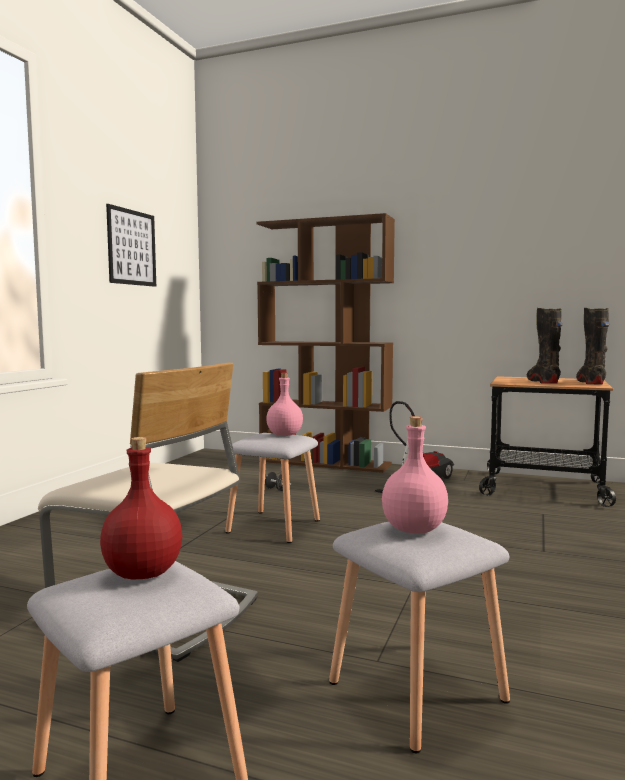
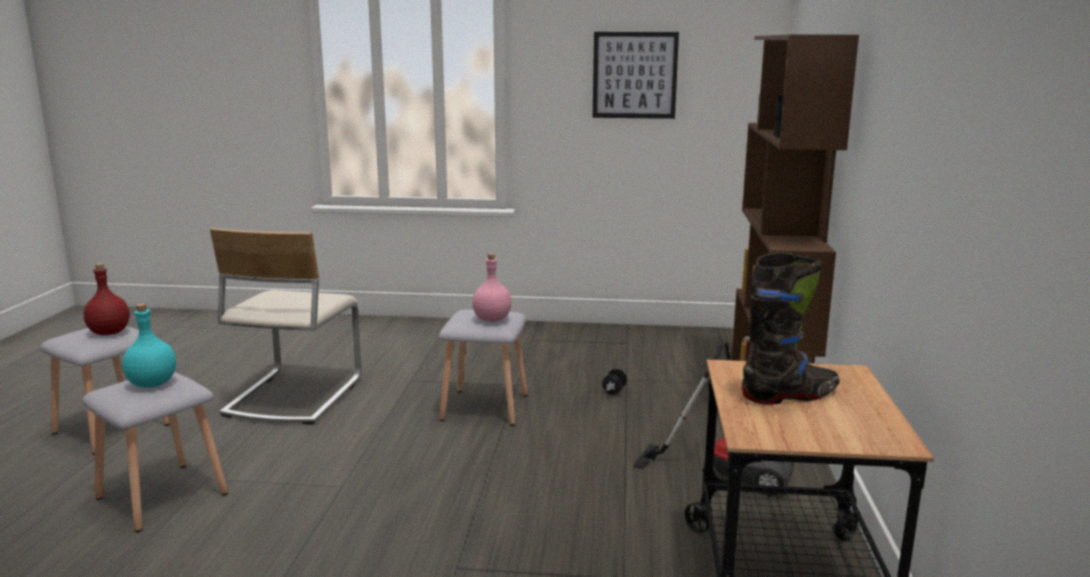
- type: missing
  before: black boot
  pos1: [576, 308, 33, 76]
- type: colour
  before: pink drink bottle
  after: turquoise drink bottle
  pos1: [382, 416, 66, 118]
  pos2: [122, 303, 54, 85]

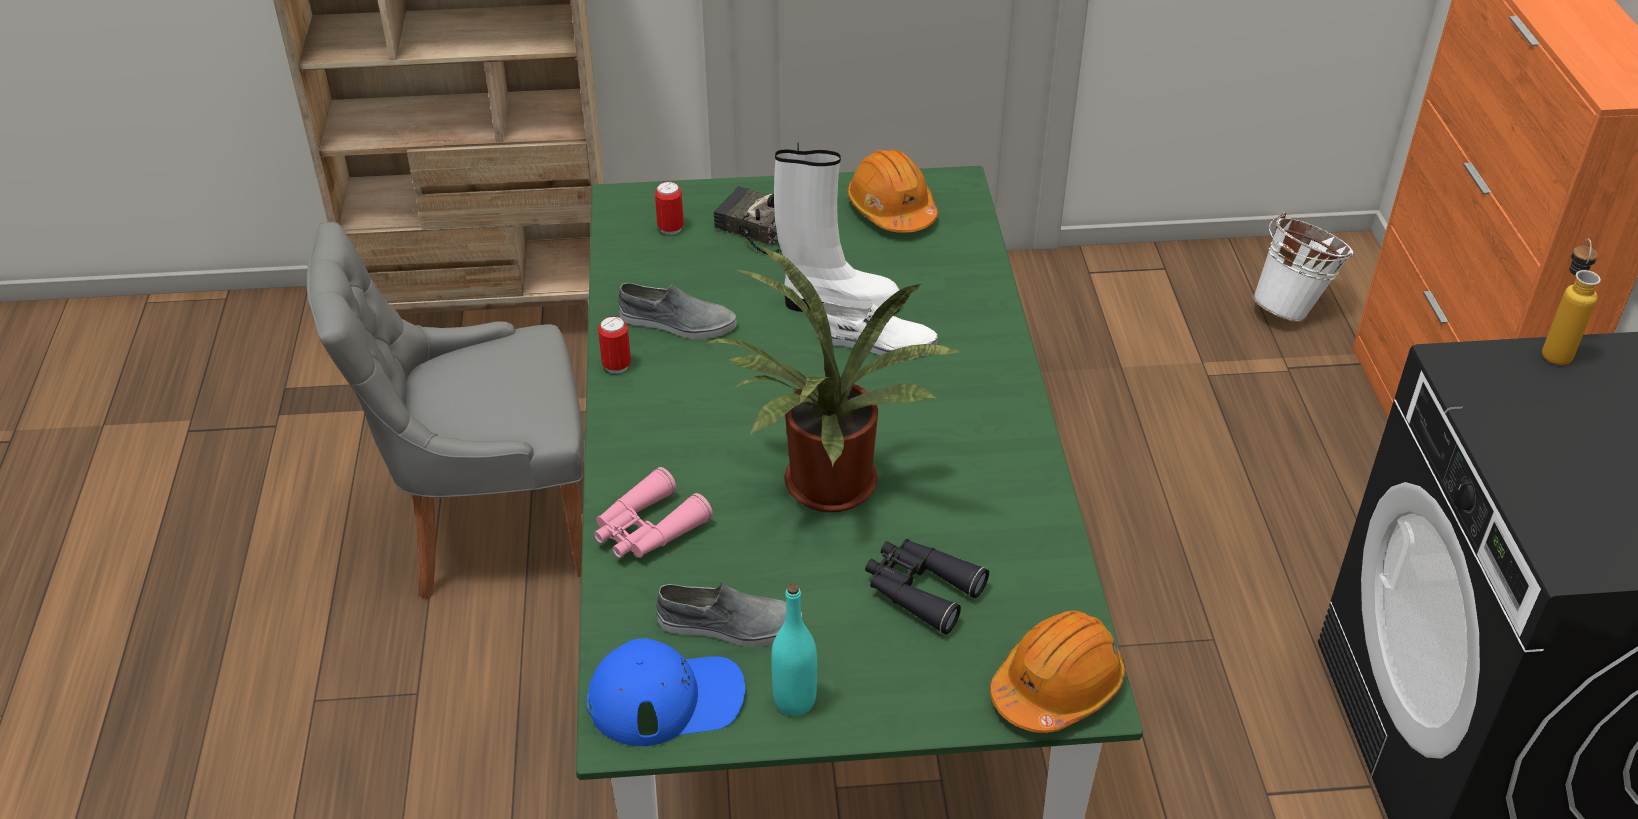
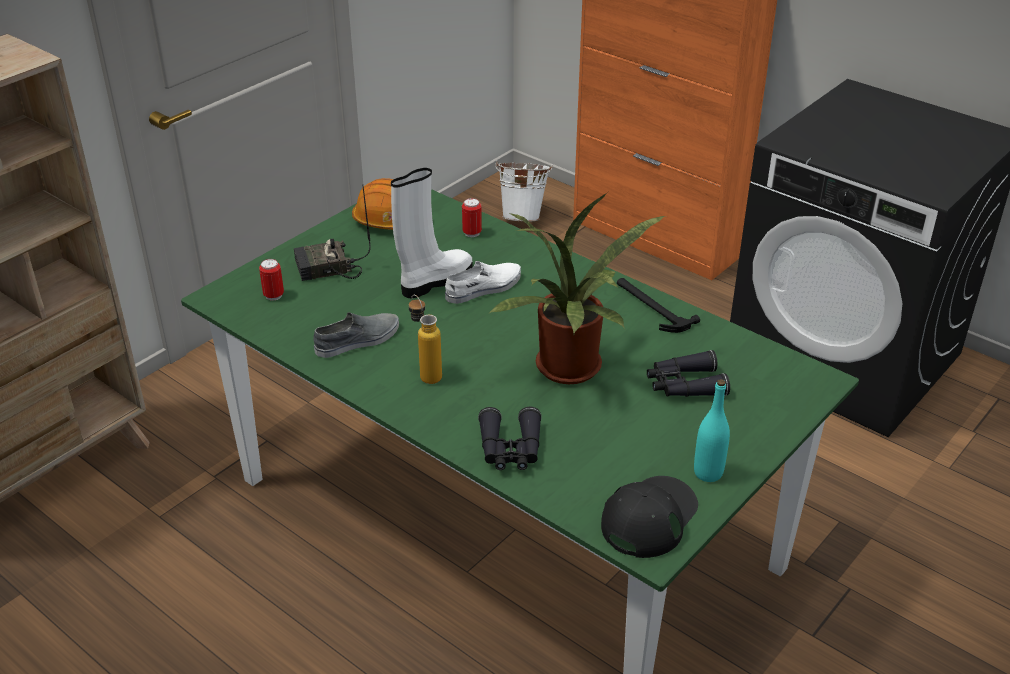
- type: missing
  before: greyish upright chair
  pos1: [307, 222, 277, 377]
- type: missing
  before: greyish low shoe
  pos1: [656, 582, 146, 65]
- type: missing
  before: orangey safety helmet
  pos1: [990, 611, 136, 122]
- type: appeared
  after: tool hammer
  pos2: [617, 278, 83, 55]
- type: relocated
  before: metal can
  pos1: [598, 316, 33, 57]
  pos2: [462, 198, 20, 39]
- type: relocated
  before: drink bottle
  pos1: [1542, 238, 59, 127]
  pos2: [409, 295, 33, 89]
- type: colour
  before: bluish cap
  after: black cap
  pos1: [587, 638, 158, 108]
  pos2: [601, 476, 97, 82]
- type: colour
  before: pink field glasses
  after: black field glasses
  pos1: [594, 467, 119, 91]
  pos2: [478, 407, 64, 63]

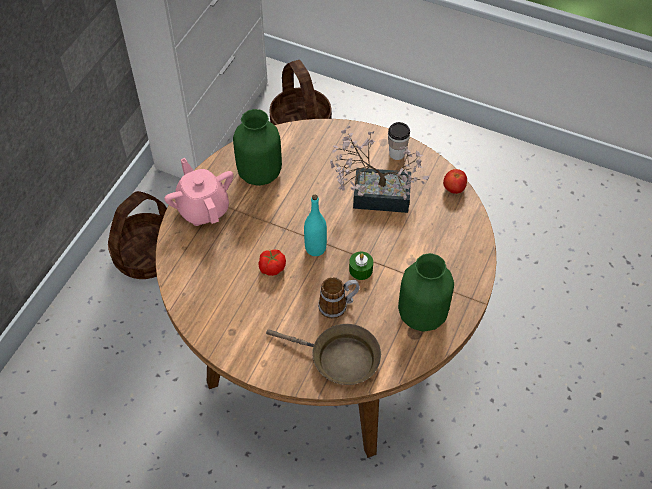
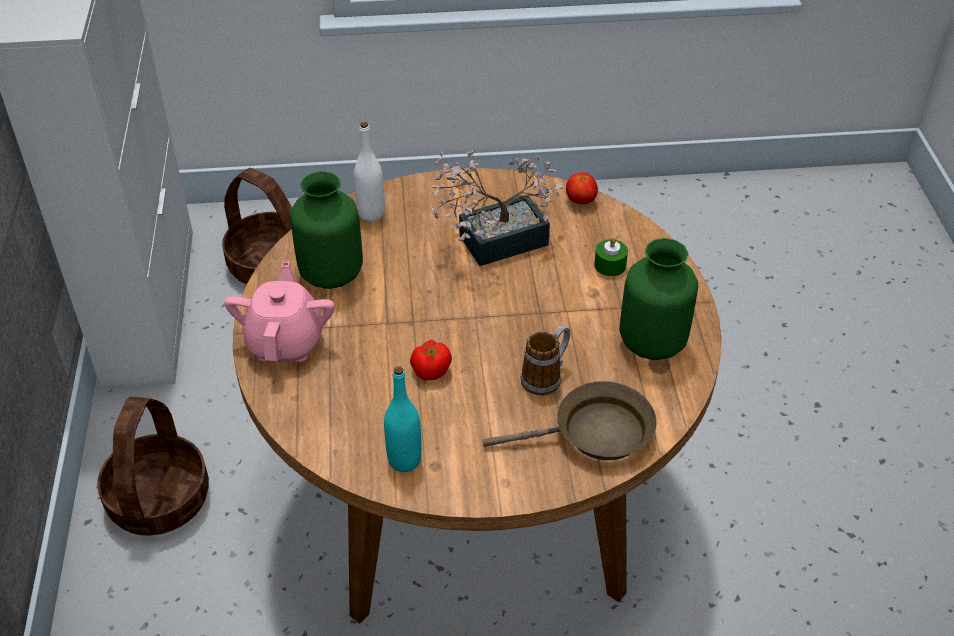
- type: missing
  before: cup
  pos1: [388, 122, 22, 38]
- type: appeared
  after: white-coloured drink bottle
  pos2: [354, 122, 31, 99]
- type: relocated
  before: turquoise drink bottle
  pos1: [304, 195, 23, 61]
  pos2: [384, 366, 38, 106]
- type: relocated
  before: green candle
  pos1: [349, 252, 24, 28]
  pos2: [594, 237, 34, 39]
- type: spun
  before: pink pot for tea
  pos1: [164, 158, 70, 68]
  pos2: [224, 262, 111, 100]
  turn: 60

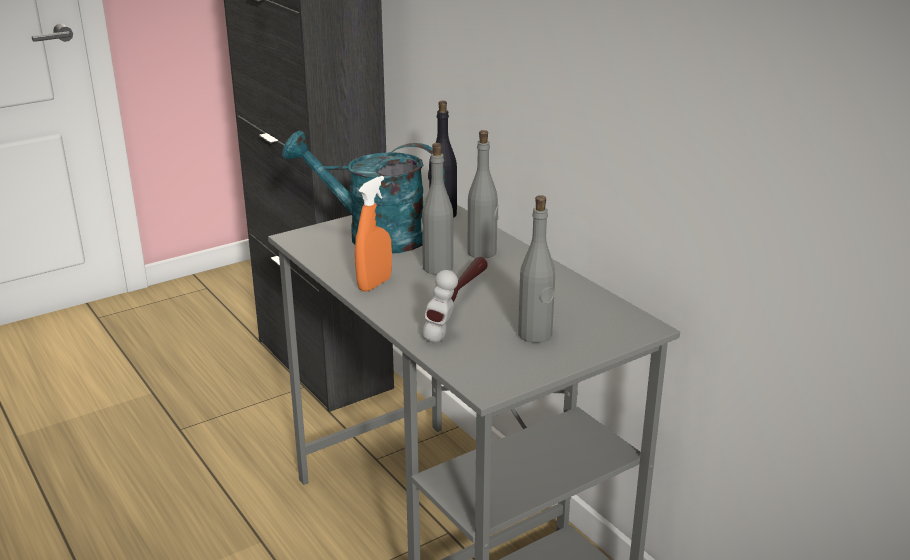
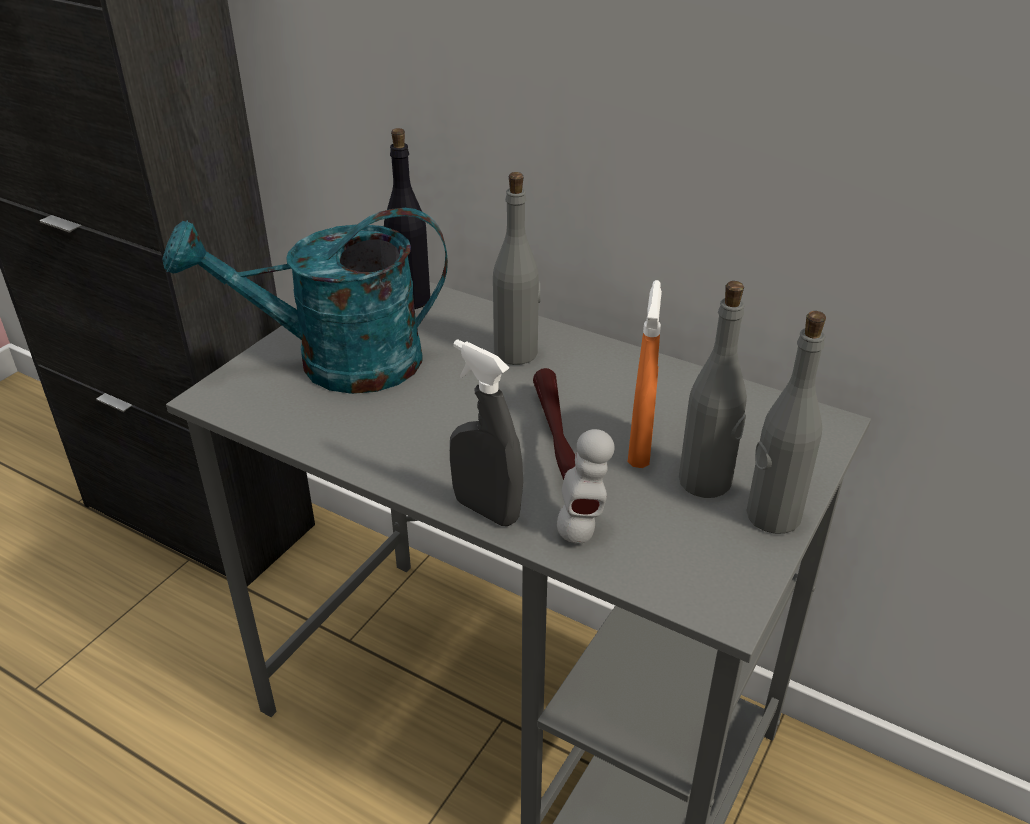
- type: appeared
  after: greyish spray bottle
  pos2: [450, 339, 73, 187]
- type: relocated
  before: orangey spray bottle
  pos1: [355, 176, 37, 116]
  pos2: [628, 280, 34, 188]
- type: relocated
  before: greyish drink bottle
  pos1: [421, 143, 32, 132]
  pos2: [746, 311, 80, 223]

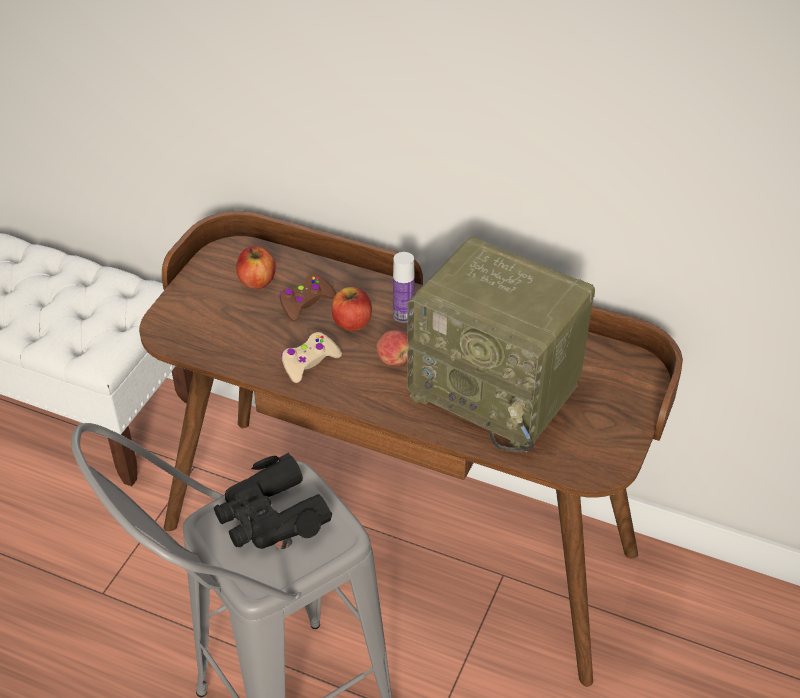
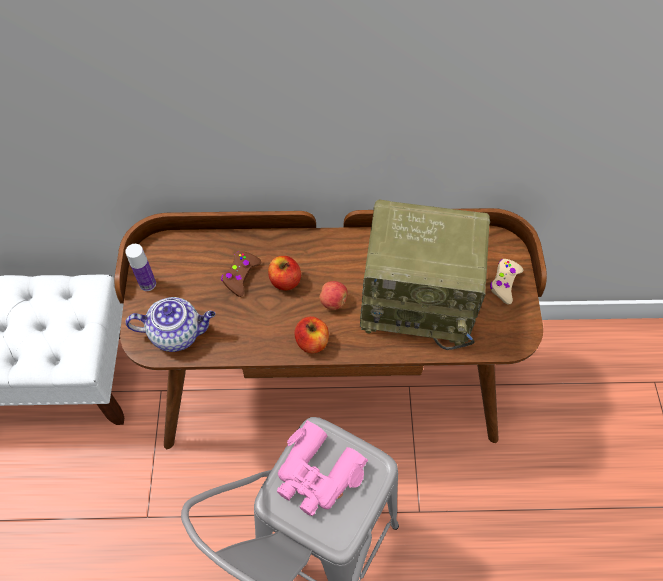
- type: appeared
  after: pot for tea
  pos2: [125, 297, 90, 55]
- type: relocated
  before: apple fruit
  pos1: [236, 246, 40, 43]
  pos2: [294, 316, 35, 37]
- type: relocated
  before: beige joypad
  pos1: [281, 332, 61, 51]
  pos2: [490, 259, 33, 46]
- type: relocated
  before: drink bottle
  pos1: [393, 252, 22, 71]
  pos2: [125, 244, 31, 47]
- type: colour
  before: black field glasses
  after: pink field glasses
  pos1: [214, 453, 118, 96]
  pos2: [277, 420, 91, 96]

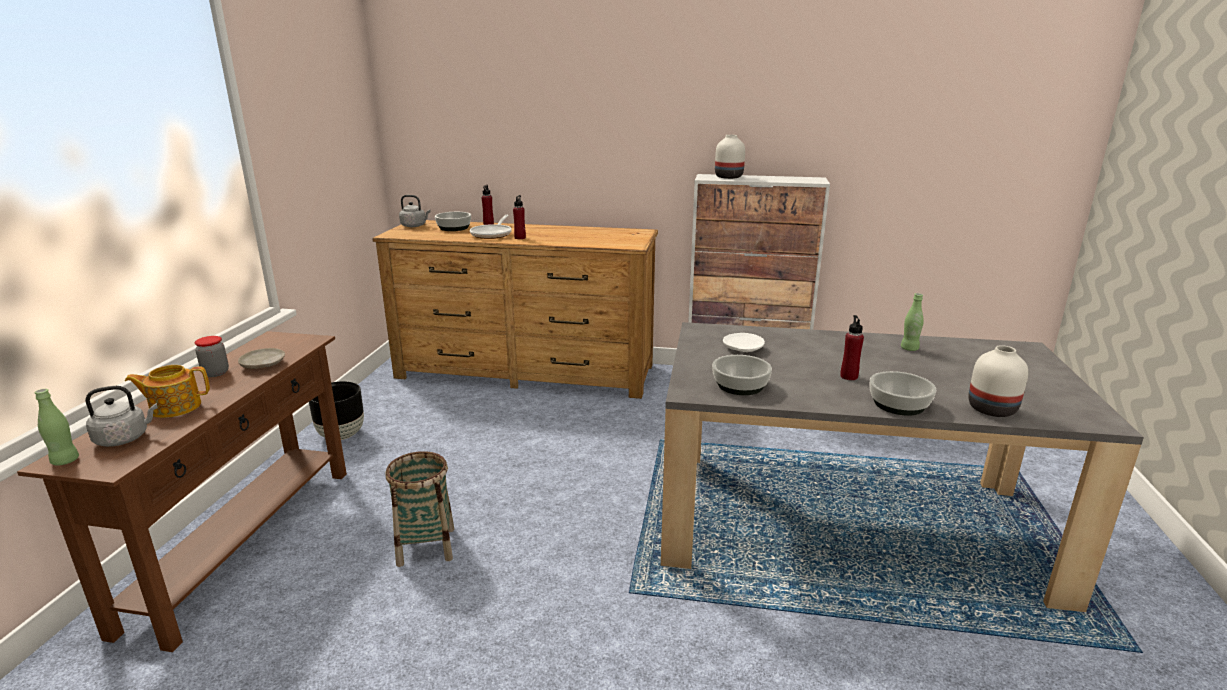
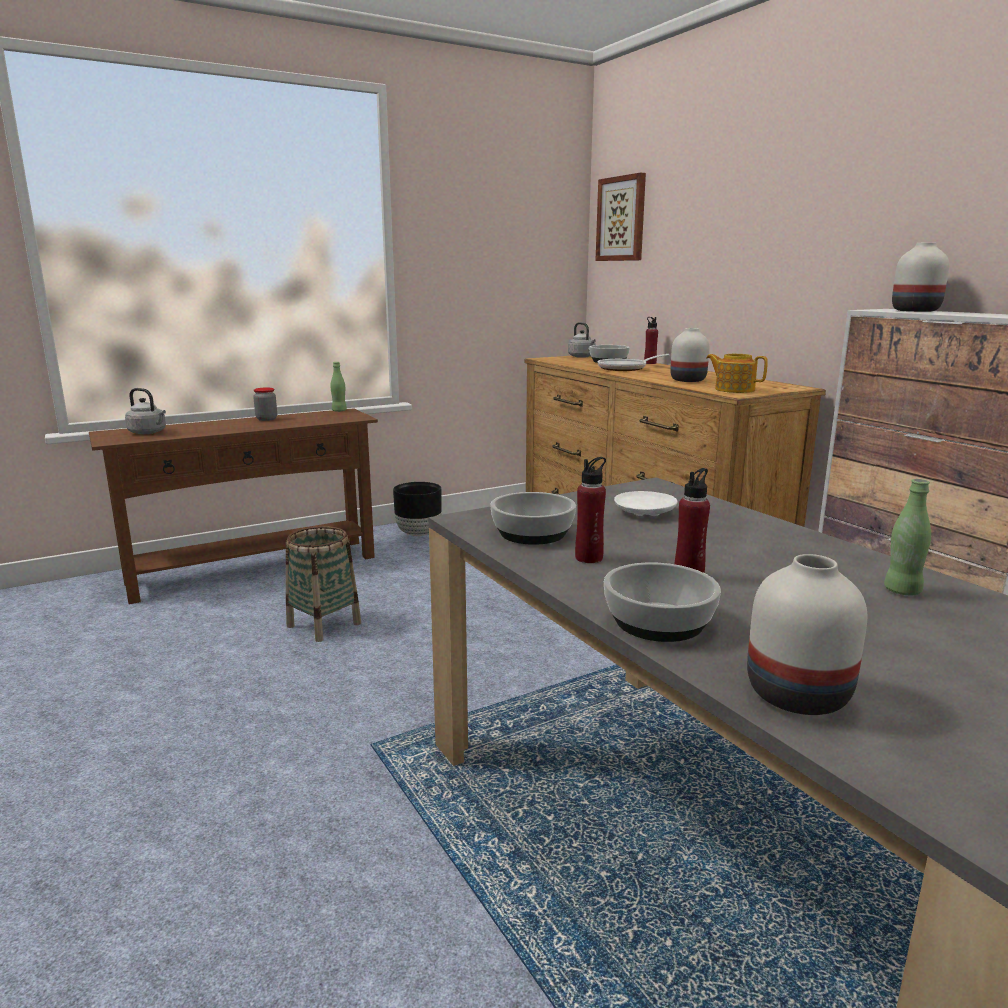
- type: missing
  before: beige plate
  pos1: [238, 348, 47, 21]
- type: appeared
  after: picture
  pos2: [595, 173, 51, 88]
- type: appeared
  after: white-coloured vase
  pos2: [670, 328, 39, 54]
- type: relocated
  before: green drink bottle
  pos1: [35, 389, 44, 77]
  pos2: [330, 362, 17, 50]
- type: relocated
  before: pot for tea
  pos1: [125, 365, 85, 53]
  pos2: [706, 354, 62, 39]
- type: relocated
  before: reddish drink bottle
  pos1: [513, 195, 13, 44]
  pos2: [575, 457, 31, 106]

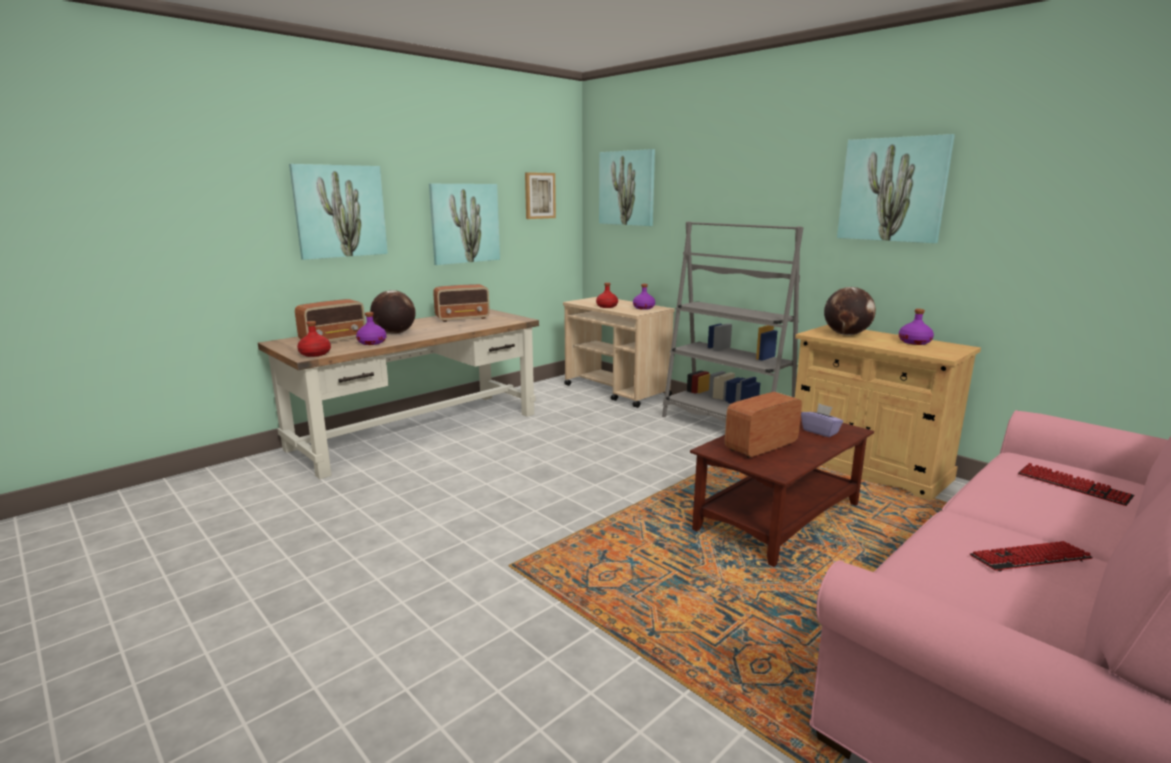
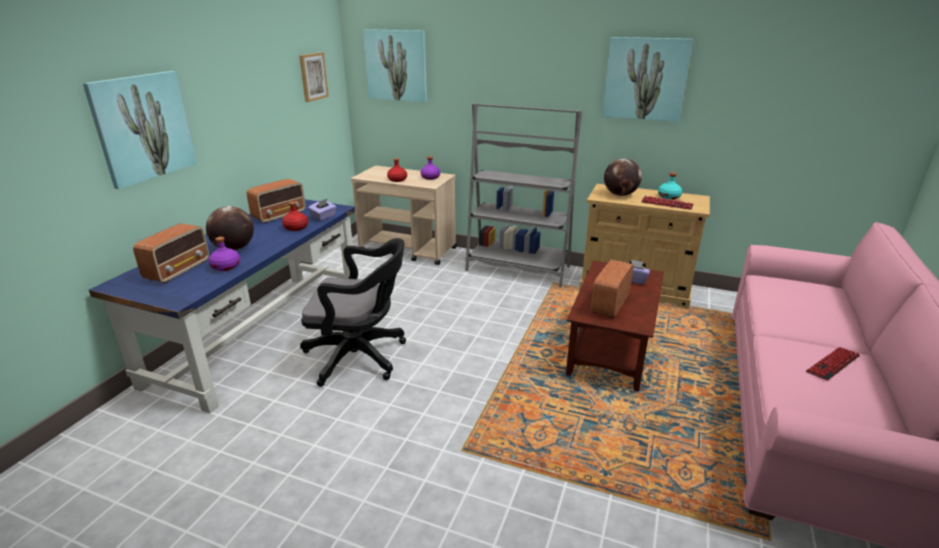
- type: missing
  before: picture
  pos1: [429, 184, 71, 81]
- type: appeared
  after: black computer chair
  pos2: [300, 238, 106, 149]
- type: appeared
  after: purple-coloured box of tissues
  pos2: [308, 198, 28, 23]
- type: relocated
  before: reddish drink bottle
  pos1: [297, 321, 34, 36]
  pos2: [282, 201, 26, 30]
- type: relocated
  before: PC keyboard
  pos1: [1018, 463, 117, 43]
  pos2: [641, 196, 52, 14]
- type: colour
  before: brownish desk unit
  after: bluish desk unit
  pos1: [258, 309, 281, 170]
  pos2: [89, 199, 269, 214]
- type: colour
  before: purple-coloured drink bottle
  after: turquoise drink bottle
  pos1: [899, 309, 35, 36]
  pos2: [658, 172, 24, 28]

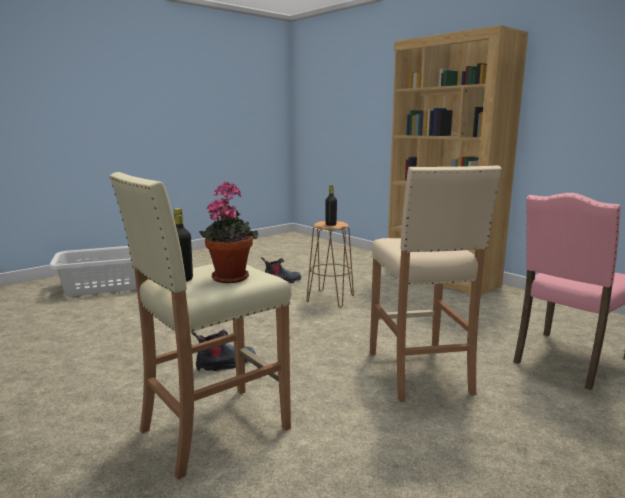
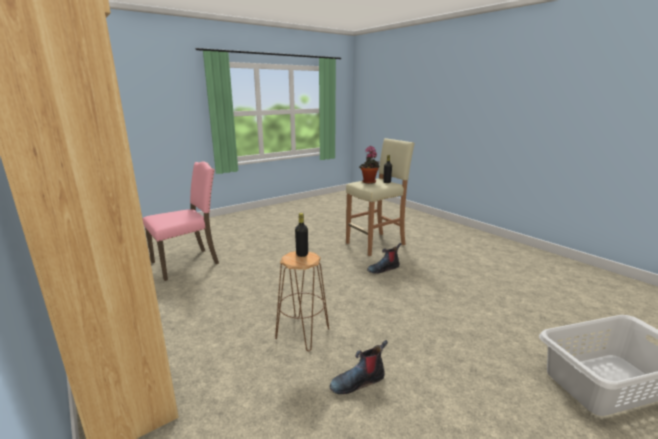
- type: missing
  before: beige sitting stool
  pos1: [370, 165, 132, 237]

